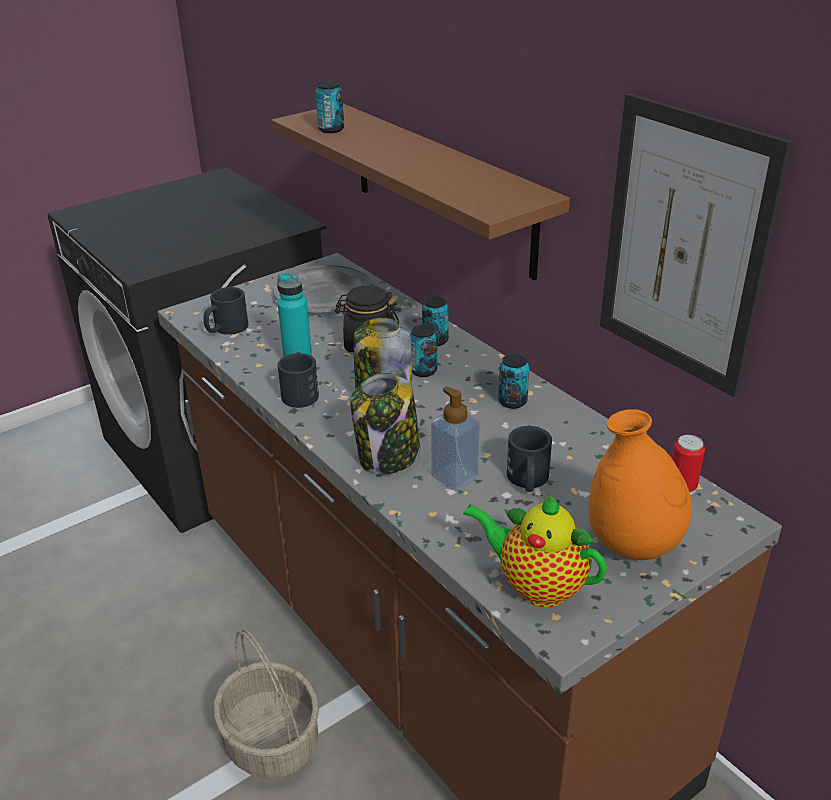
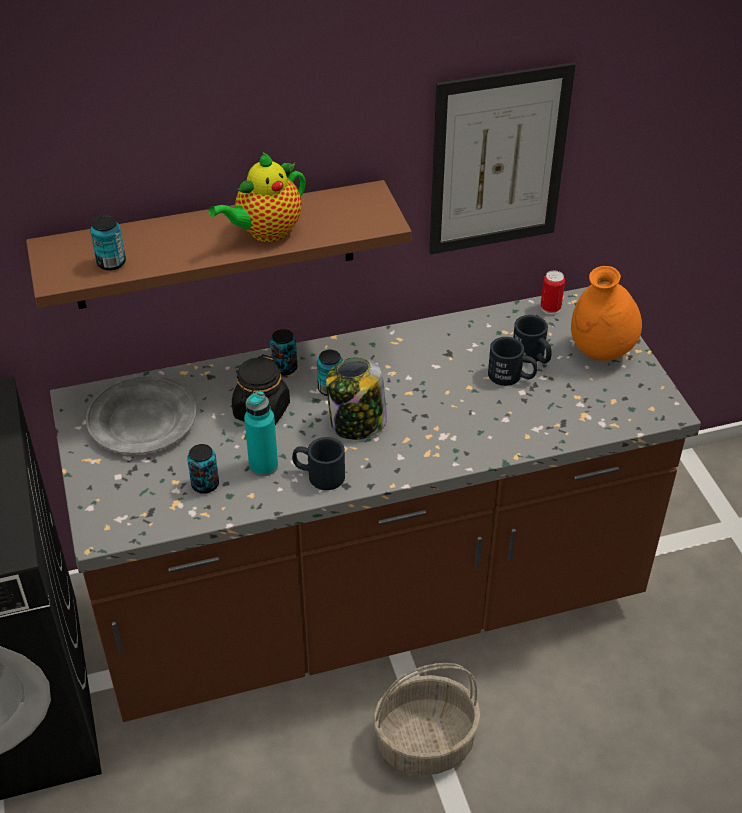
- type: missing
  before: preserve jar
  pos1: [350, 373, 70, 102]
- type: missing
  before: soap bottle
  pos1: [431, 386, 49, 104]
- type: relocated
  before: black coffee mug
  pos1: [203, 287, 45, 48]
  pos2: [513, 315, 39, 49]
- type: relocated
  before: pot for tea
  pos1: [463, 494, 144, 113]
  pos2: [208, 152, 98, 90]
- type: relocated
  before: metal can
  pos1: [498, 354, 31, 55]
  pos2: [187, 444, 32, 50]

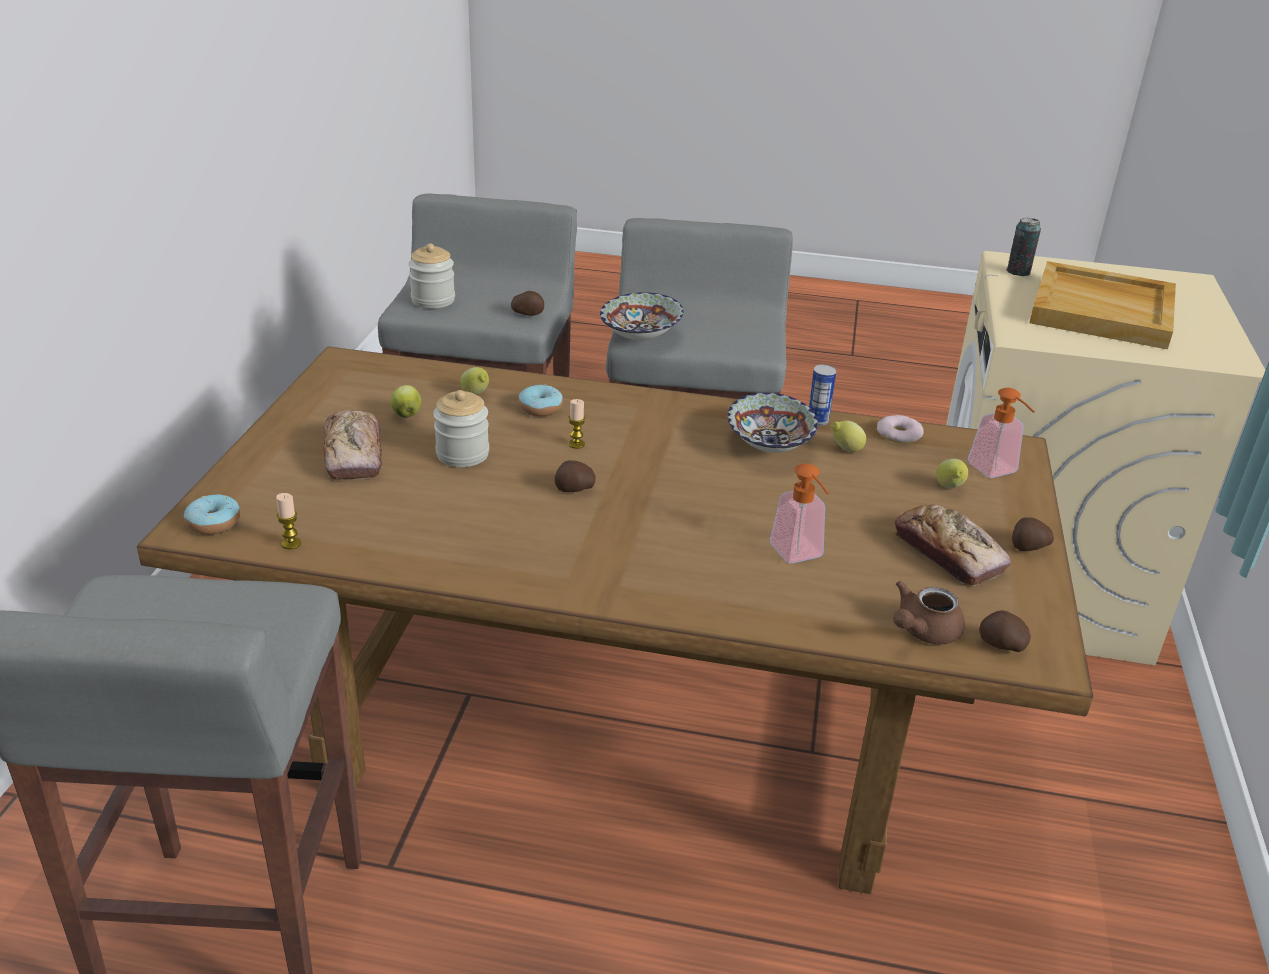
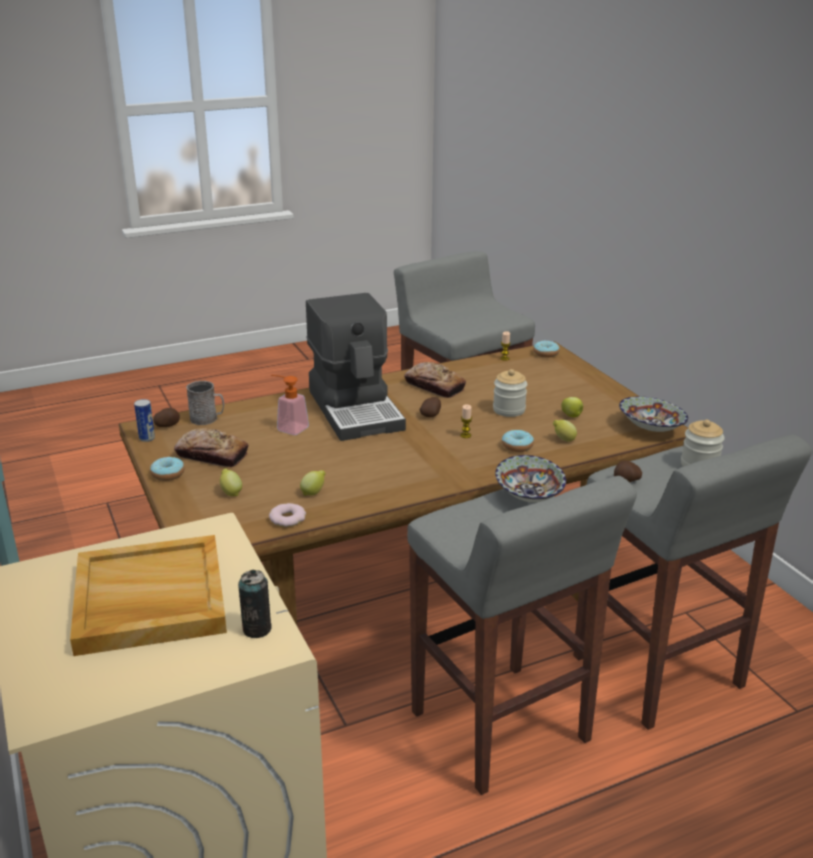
- type: missing
  before: soap bottle
  pos1: [968, 388, 67, 90]
- type: appeared
  after: coffee machine
  pos2: [306, 293, 100, 148]
- type: relocated
  before: baked bread
  pos1: [323, 410, 59, 71]
  pos2: [404, 362, 62, 36]
- type: relocated
  before: deep dish
  pos1: [727, 393, 91, 60]
  pos2: [619, 396, 69, 36]
- type: relocated
  before: metal can
  pos1: [809, 365, 27, 61]
  pos2: [134, 399, 21, 43]
- type: exchanged
  before: brownish pot for tea
  after: greyish coffee mug
  pos1: [893, 581, 72, 63]
  pos2: [186, 381, 38, 44]
- type: exchanged
  before: potato
  after: donut
  pos1: [1012, 517, 42, 34]
  pos2: [150, 457, 34, 24]

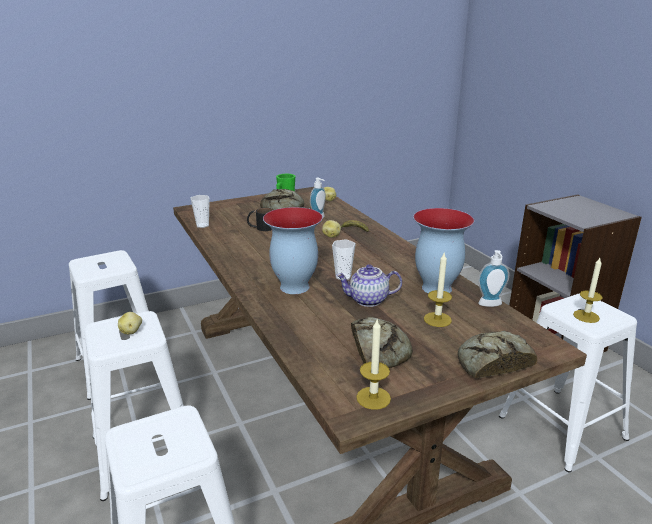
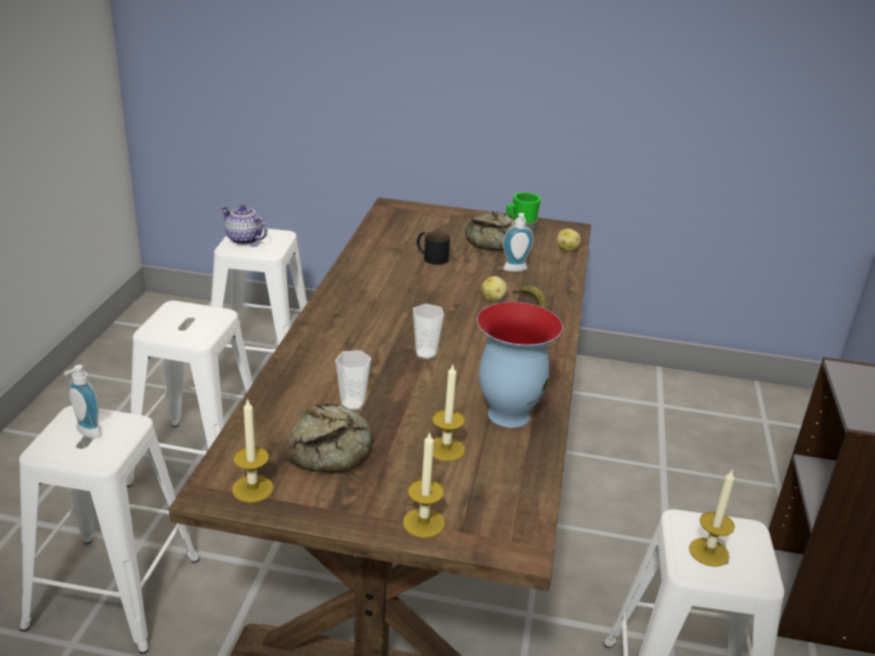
- type: missing
  before: potato
  pos1: [118, 312, 24, 22]
- type: missing
  before: vase
  pos1: [263, 207, 60, 87]
- type: relocated
  before: cup
  pos1: [190, 195, 20, 33]
  pos2: [335, 350, 36, 60]
- type: relocated
  before: pot for tea
  pos1: [336, 265, 66, 42]
  pos2: [220, 205, 47, 40]
- type: relocated
  before: soap bottle
  pos1: [478, 250, 31, 57]
  pos2: [64, 365, 38, 73]
- type: exchanged
  before: baked bread
  after: candle
  pos1: [458, 331, 79, 48]
  pos2: [403, 431, 42, 107]

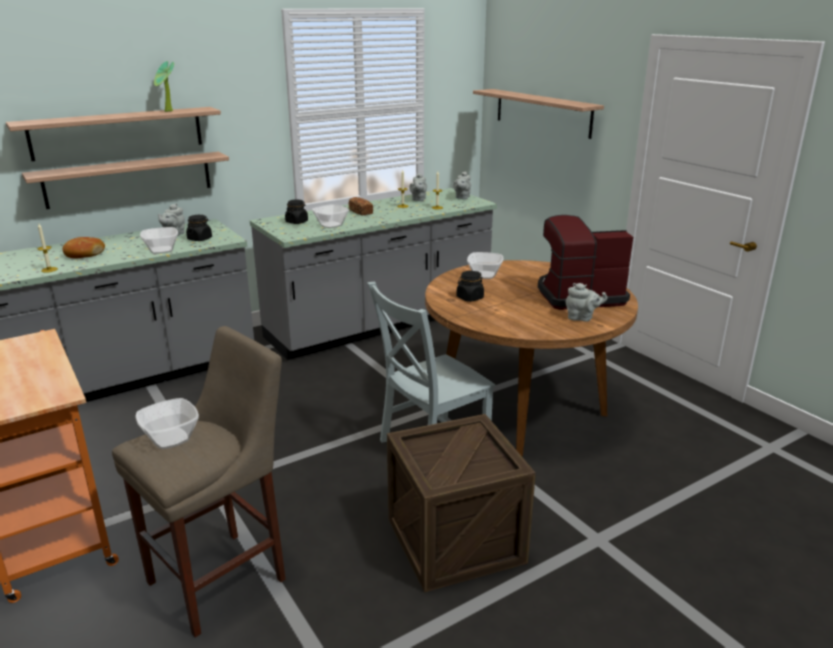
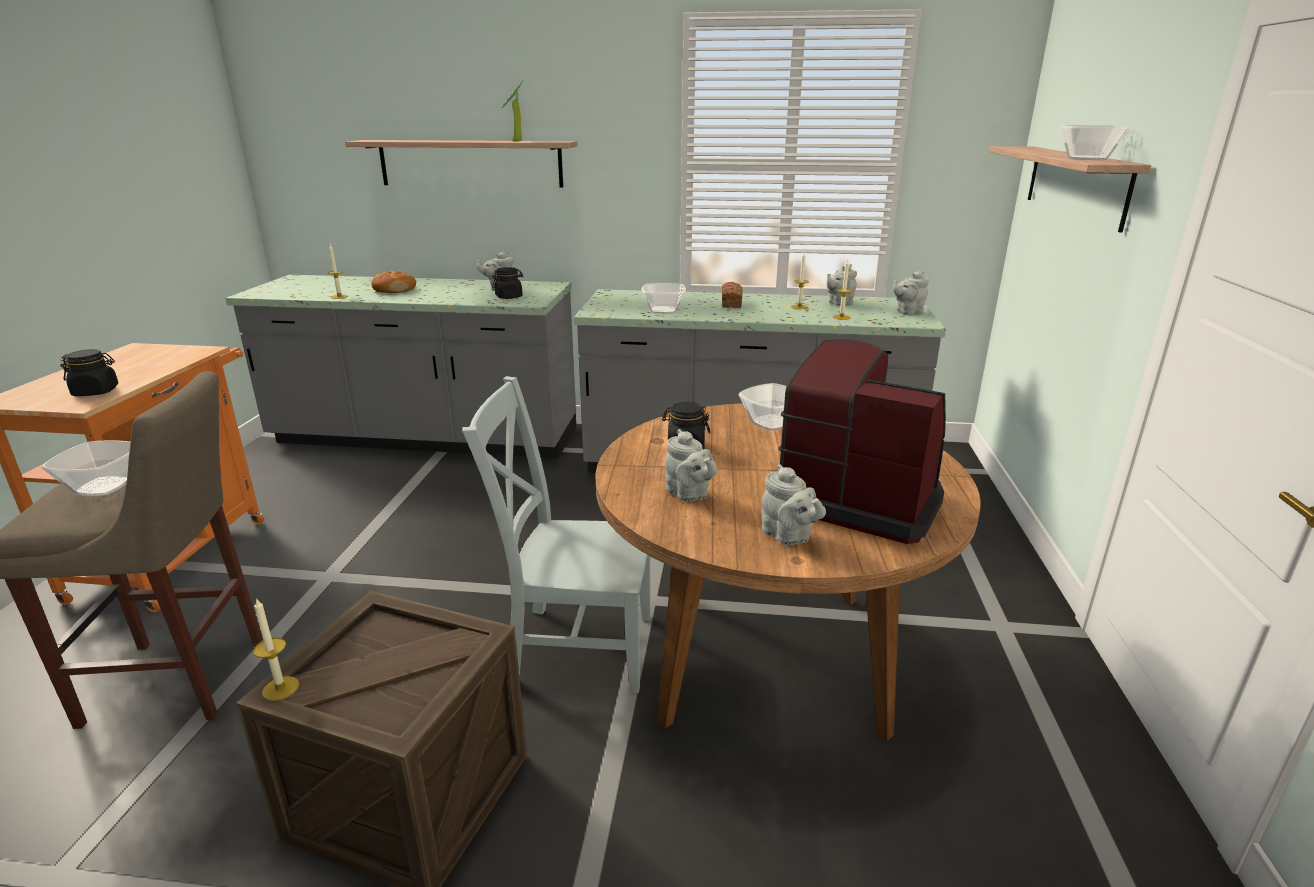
- type: missing
  before: wall shelf
  pos1: [22, 152, 207, 57]
- type: appeared
  after: candle
  pos2: [253, 598, 46, 103]
- type: appeared
  after: greyish pot for tea
  pos2: [665, 429, 52, 73]
- type: relocated
  before: deep dish
  pos1: [140, 227, 38, 27]
  pos2: [1061, 125, 69, 35]
- type: relocated
  before: black preserve jar
  pos1: [285, 199, 23, 25]
  pos2: [60, 349, 58, 47]

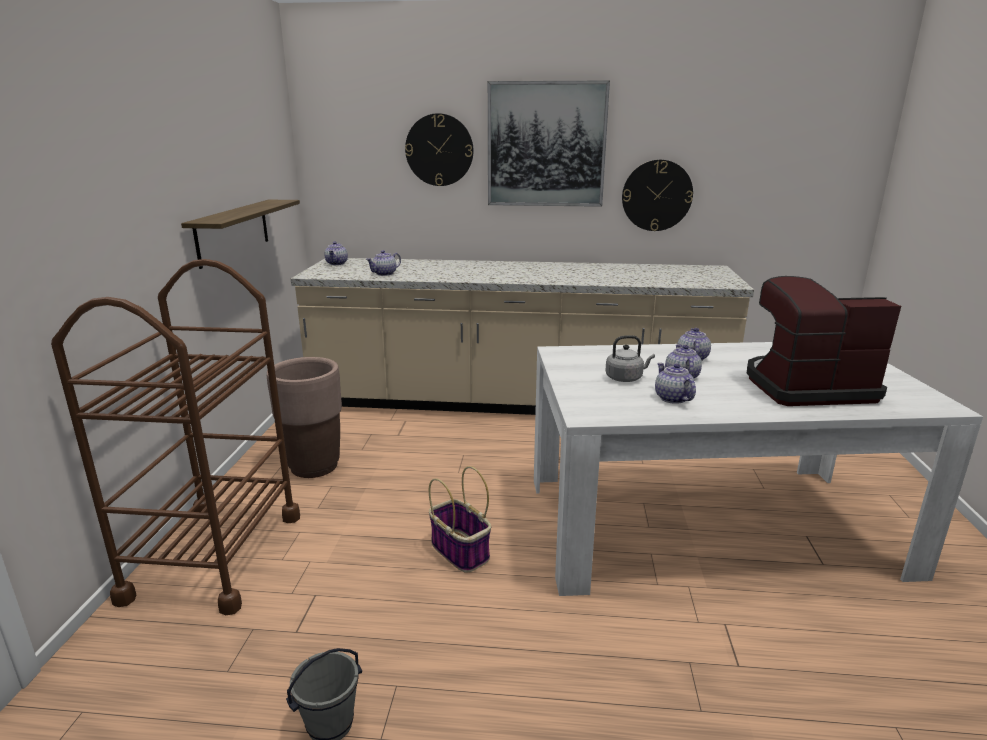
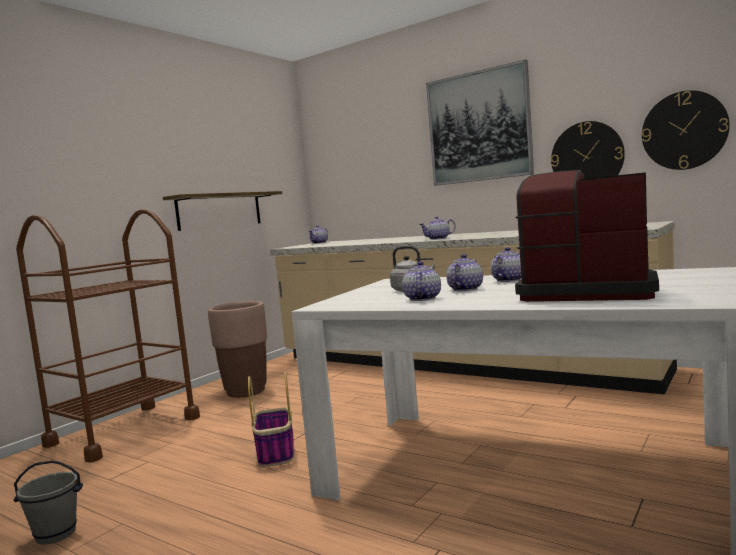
- type: relocated
  before: pot for tea
  pos1: [366, 250, 35, 26]
  pos2: [419, 216, 37, 24]
- type: relocated
  before: clock on the wall
  pos1: [405, 113, 69, 73]
  pos2: [642, 90, 88, 80]

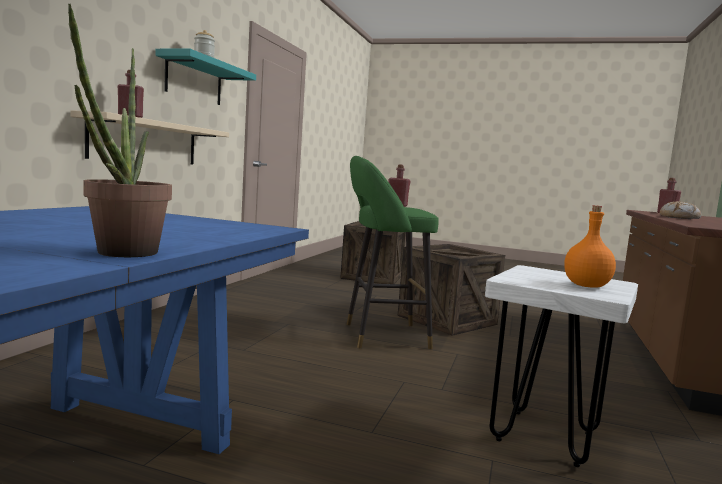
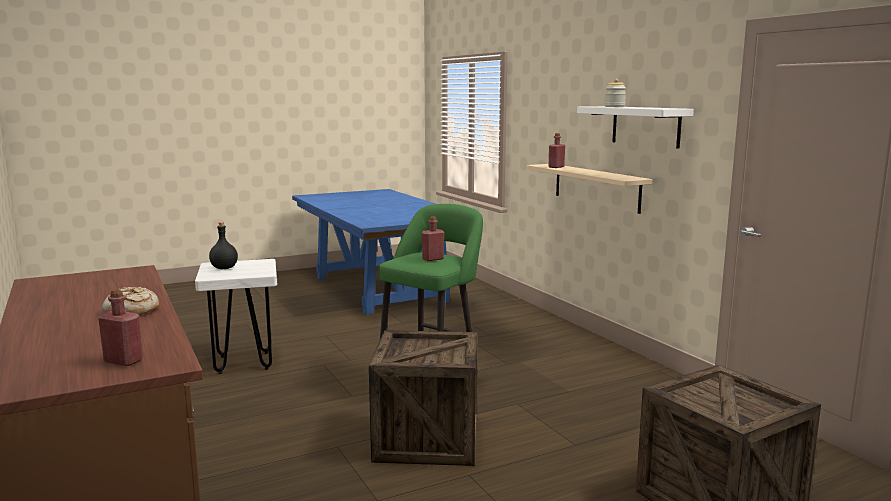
- type: missing
  before: plant in a pot
  pos1: [68, 4, 104, 253]
- type: colour
  before: turquoise wall shelf
  after: white-coloured wall shelf
  pos1: [155, 49, 101, 56]
  pos2: [577, 106, 117, 43]
- type: colour
  before: orangey drink bottle
  after: black drink bottle
  pos1: [564, 205, 52, 83]
  pos2: [209, 222, 29, 47]

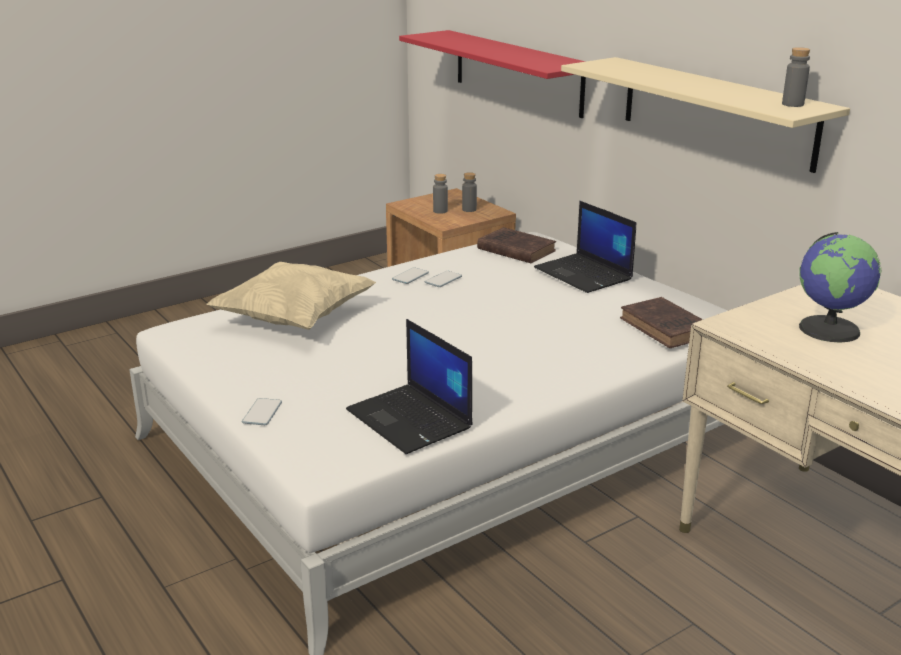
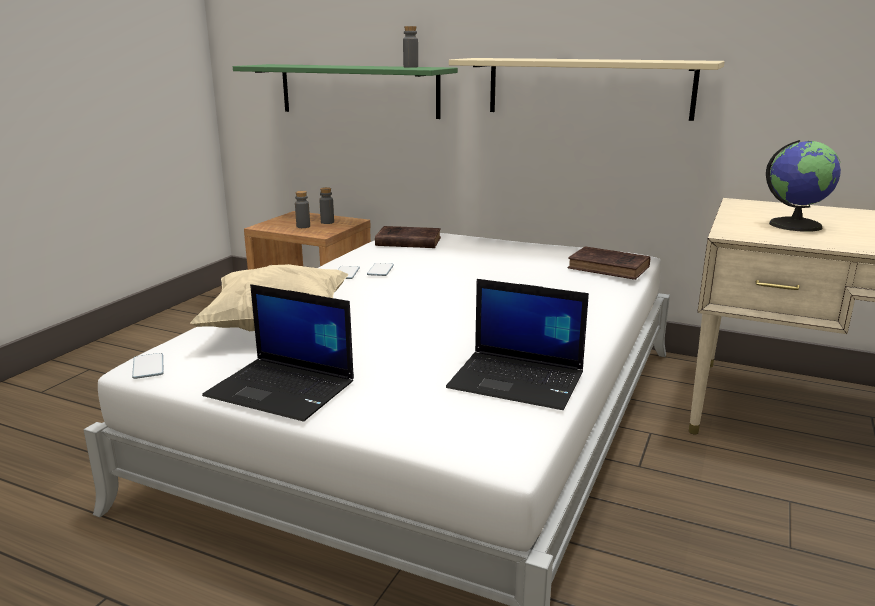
- type: relocated
  before: telephone
  pos1: [242, 398, 40, 27]
  pos2: [132, 353, 31, 26]
- type: relocated
  before: laptop
  pos1: [534, 201, 102, 92]
  pos2: [202, 284, 152, 138]
- type: relocated
  before: greyish drink bottle
  pos1: [782, 47, 28, 60]
  pos2: [403, 26, 15, 42]
- type: colour
  before: reddish wall shelf
  after: green wall shelf
  pos1: [399, 30, 187, 88]
  pos2: [233, 64, 225, 55]

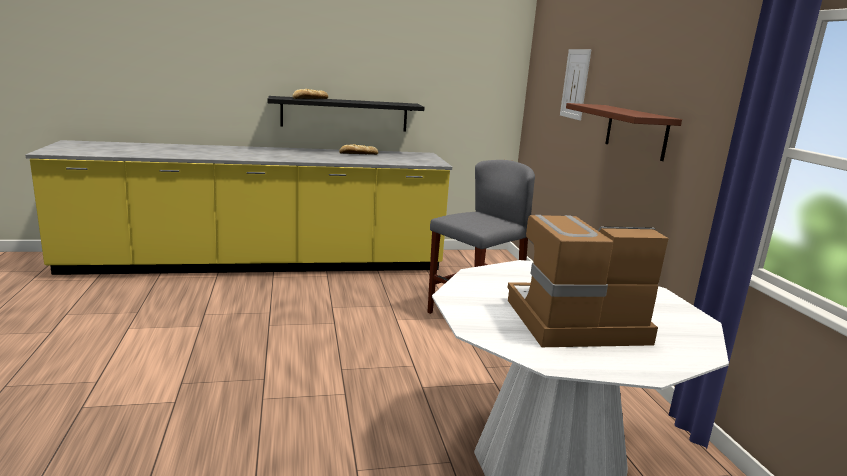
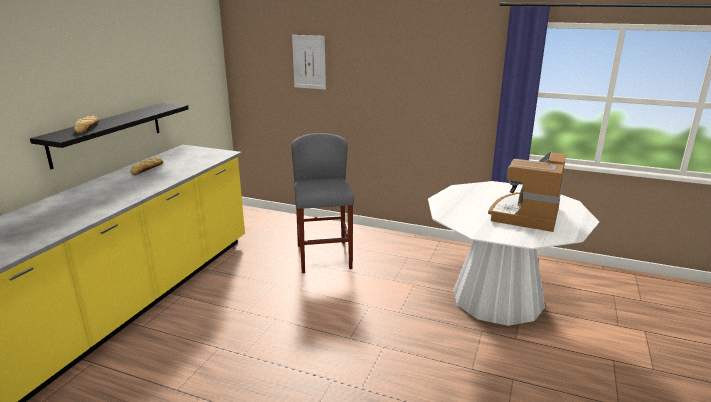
- type: missing
  before: brownish wall shelf
  pos1: [566, 103, 116, 58]

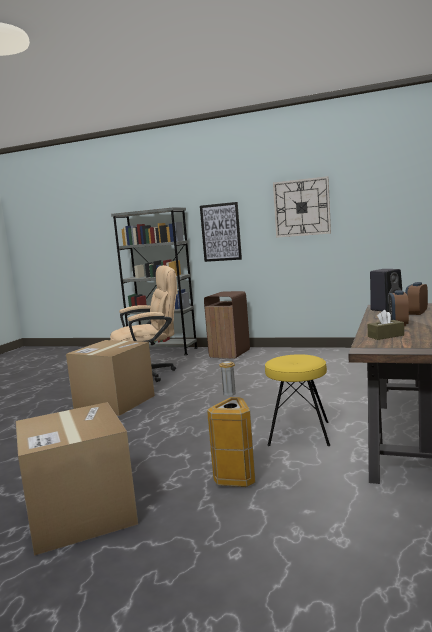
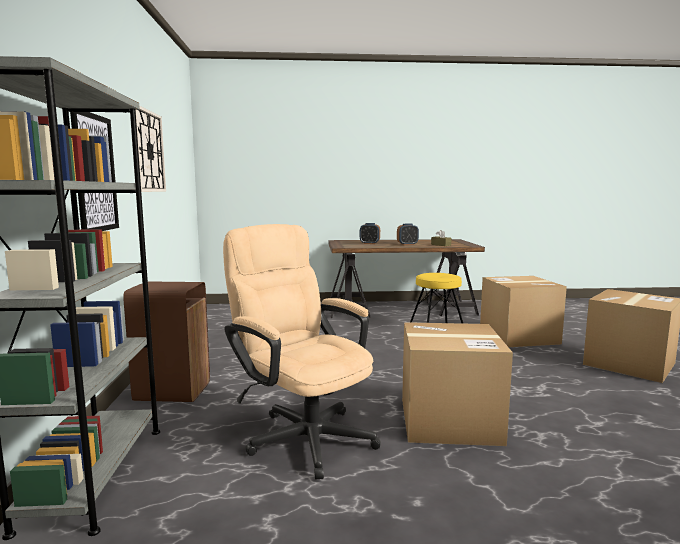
- type: missing
  before: black audio speaker
  pos1: [370, 269, 32, 43]
- type: exchanged
  before: trash can
  after: packing box
  pos1: [207, 361, 49, 126]
  pos2: [480, 276, 87, 71]

